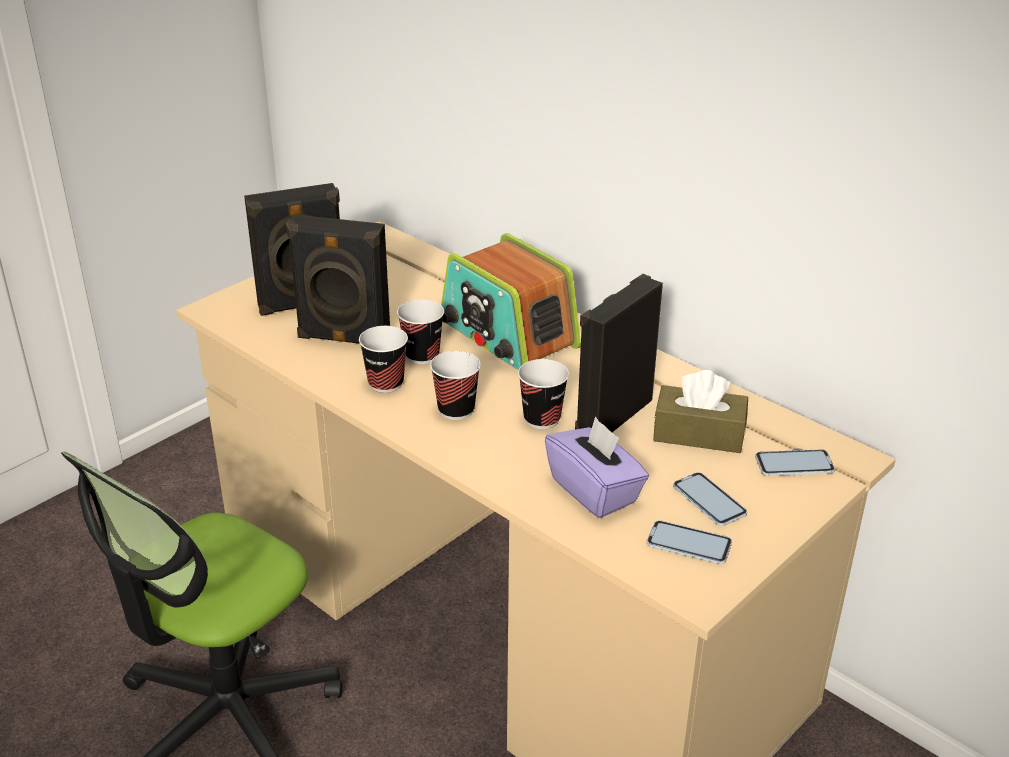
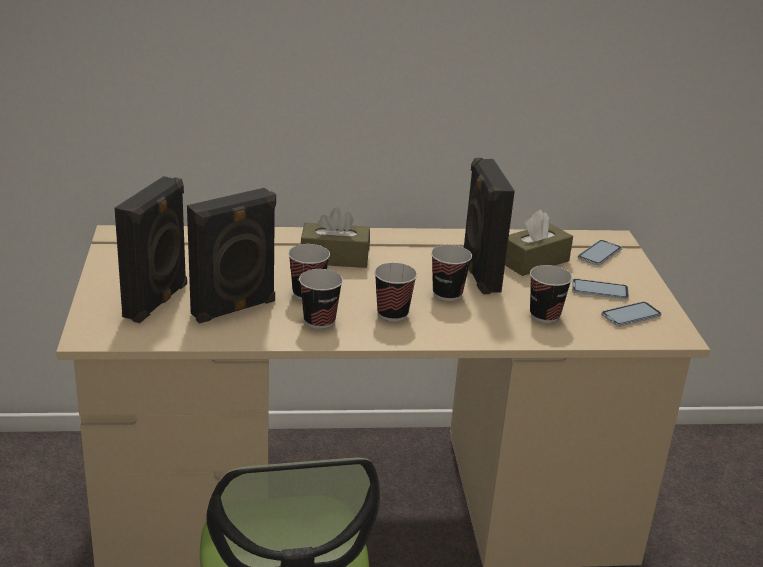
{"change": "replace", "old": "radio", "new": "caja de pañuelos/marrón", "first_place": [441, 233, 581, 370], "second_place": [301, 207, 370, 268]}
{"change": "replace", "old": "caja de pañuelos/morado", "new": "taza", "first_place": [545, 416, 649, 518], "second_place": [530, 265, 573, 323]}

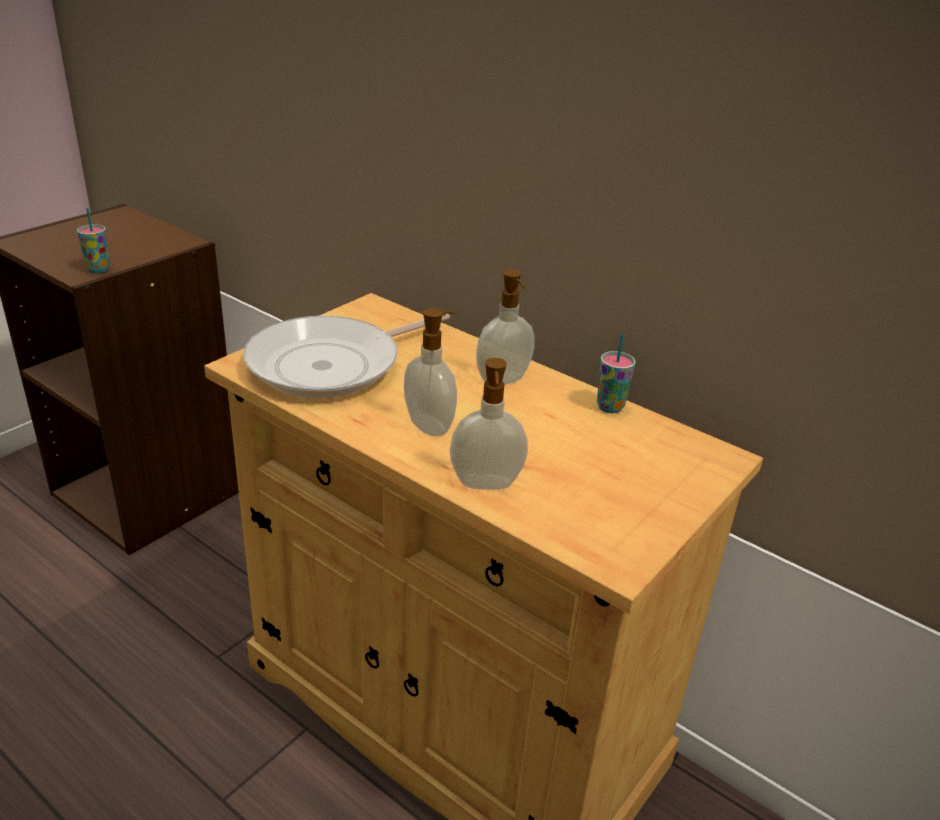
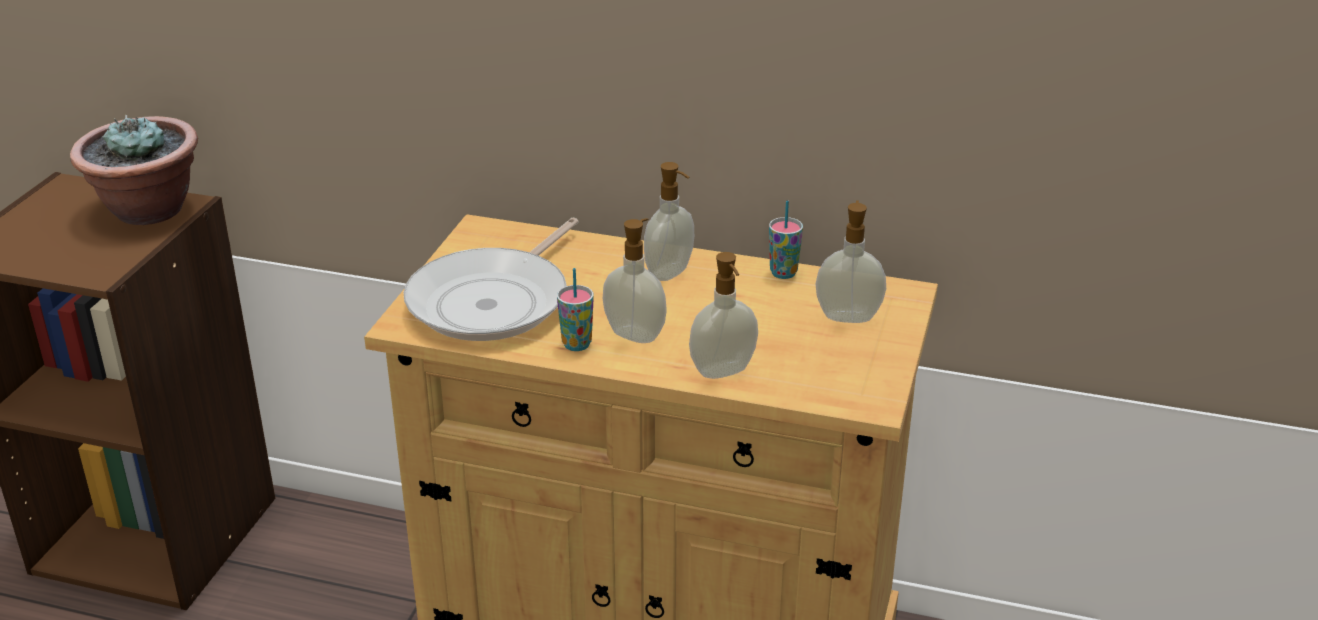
{"change": "insert", "new": "planta en maceta", "second_place": [70, 115, 198, 225]}
{"change": "move", "old": "taza", "first_place": [77, 208, 110, 273], "second_place": [557, 268, 594, 351]}
{"change": "insert", "new": "dispensador de jabón", "second_place": [816, 200, 886, 323]}

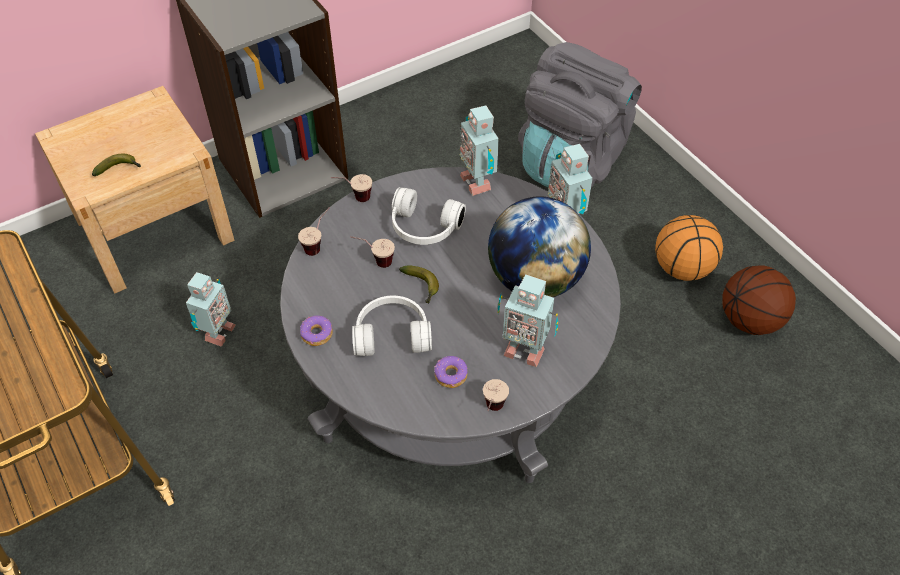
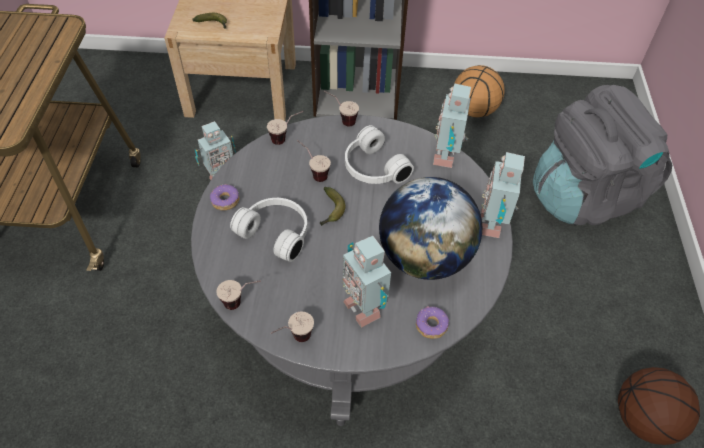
{"change": "insert", "new": "taza", "second_place": [216, 280, 261, 310]}
{"change": "move", "old": "rosquilla", "first_place": [434, 356, 468, 388], "second_place": [416, 306, 449, 339]}
{"change": "move", "old": "balón de baloncesto", "first_place": [655, 215, 723, 281], "second_place": [455, 65, 505, 117]}

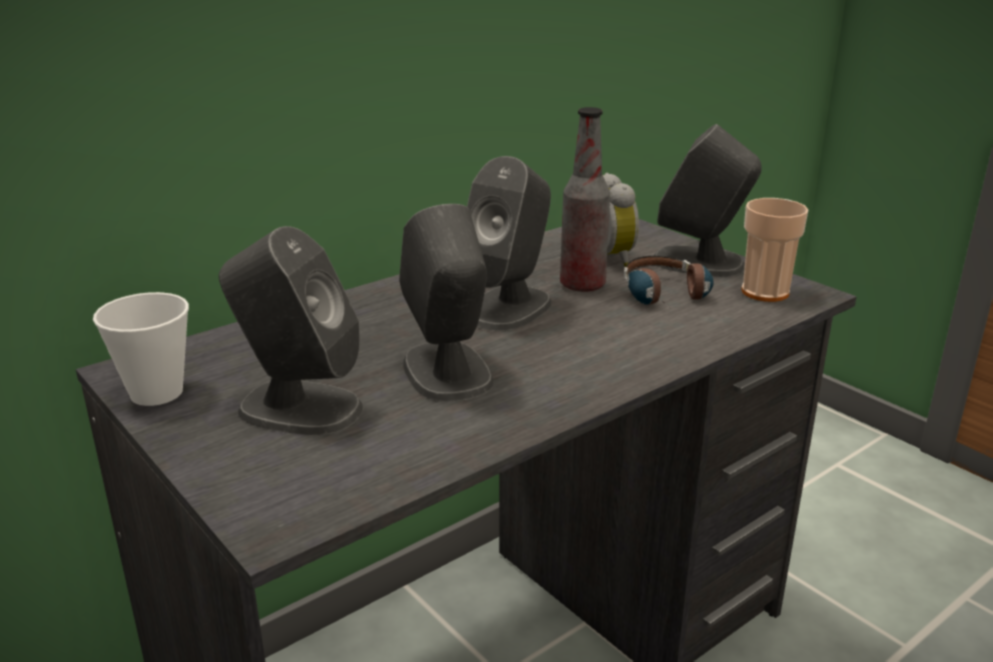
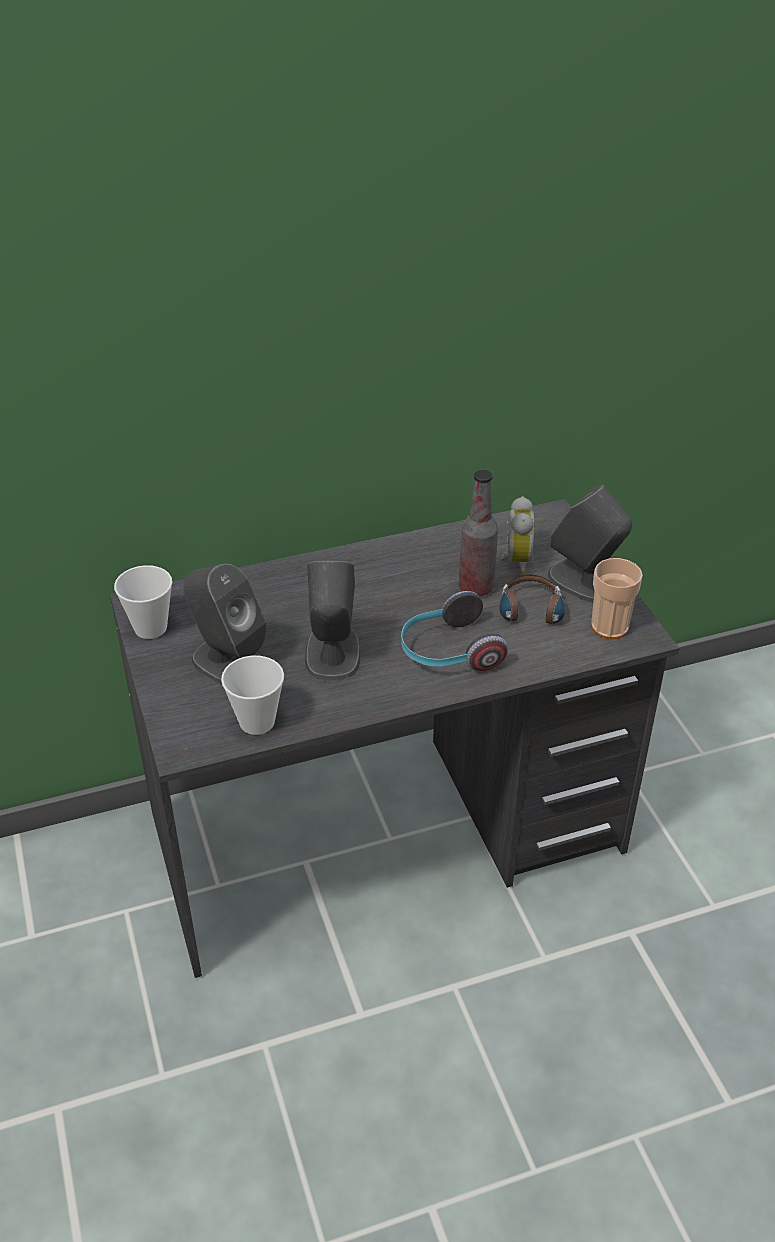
{"change": "insert", "new": "taza", "second_place": [221, 655, 284, 735]}
{"change": "insert", "new": "auriculares", "second_place": [401, 591, 508, 671]}
{"change": "delete", "old": "altavoz/gris", "first_place": [467, 156, 552, 331]}

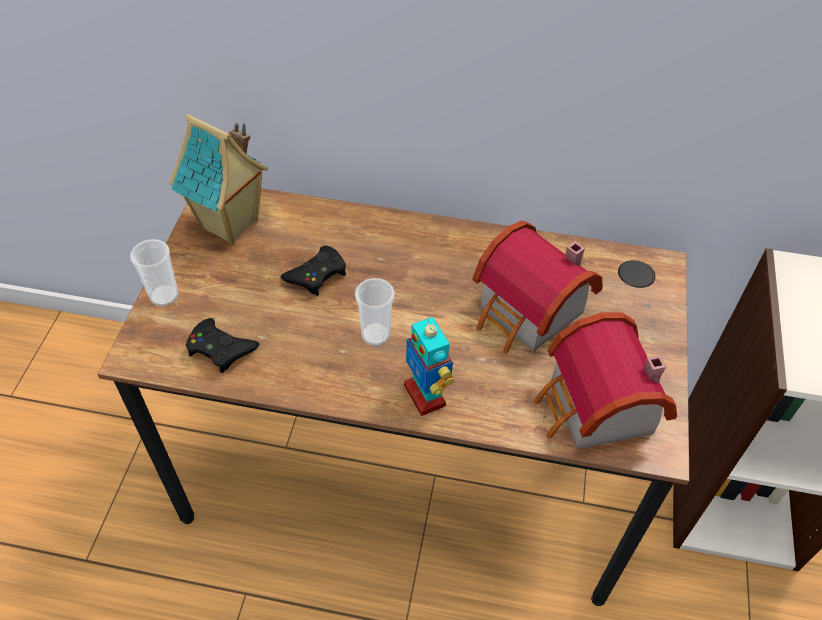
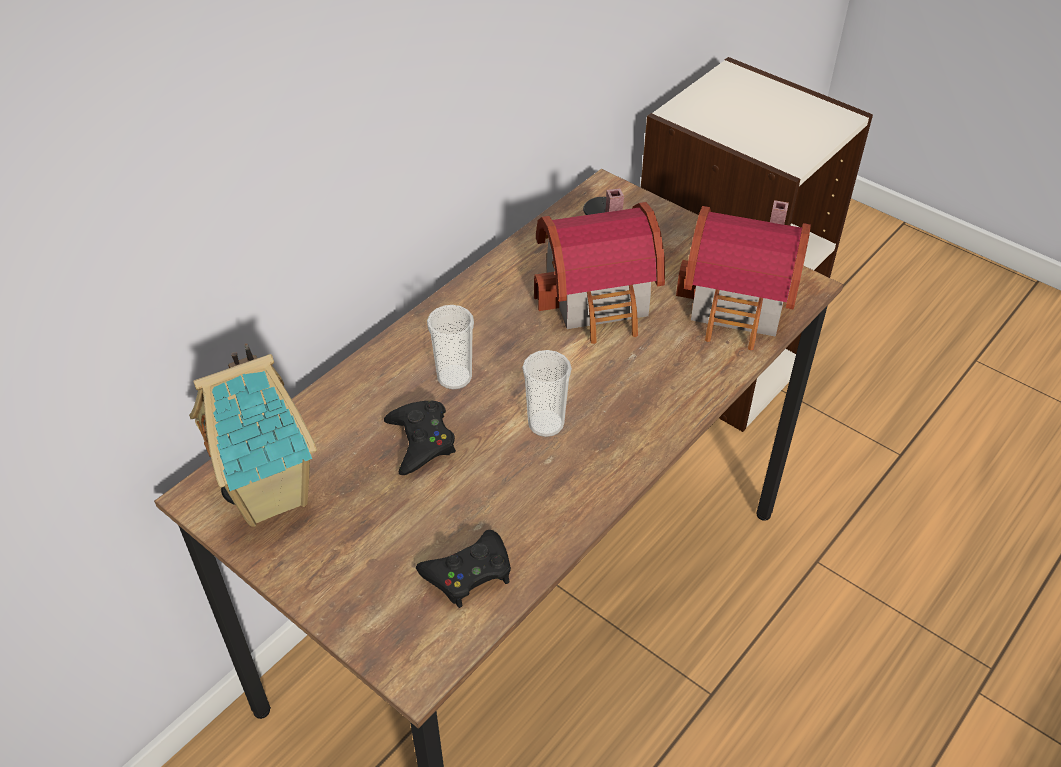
{"change": "move", "old": "taza", "first_place": [130, 239, 178, 306], "second_place": [427, 305, 474, 389]}
{"change": "delete", "old": "robot de juguete", "first_place": [404, 317, 454, 416]}

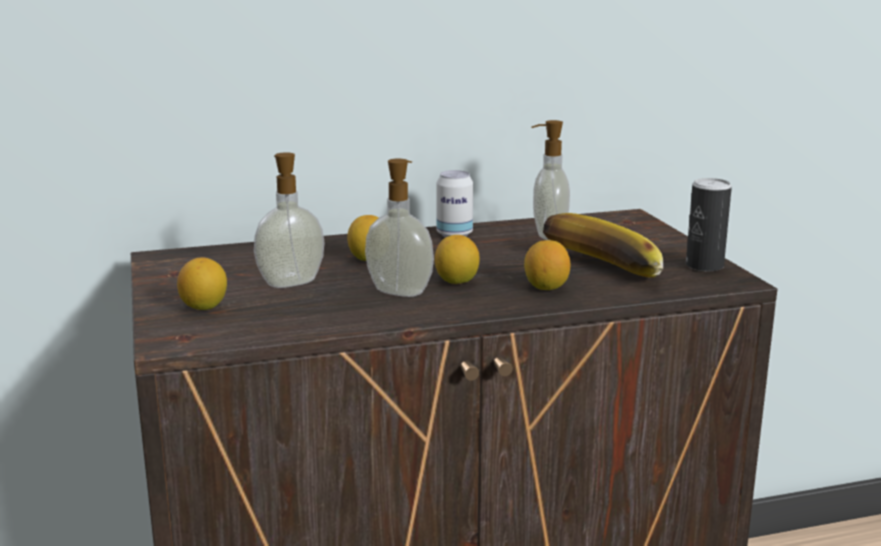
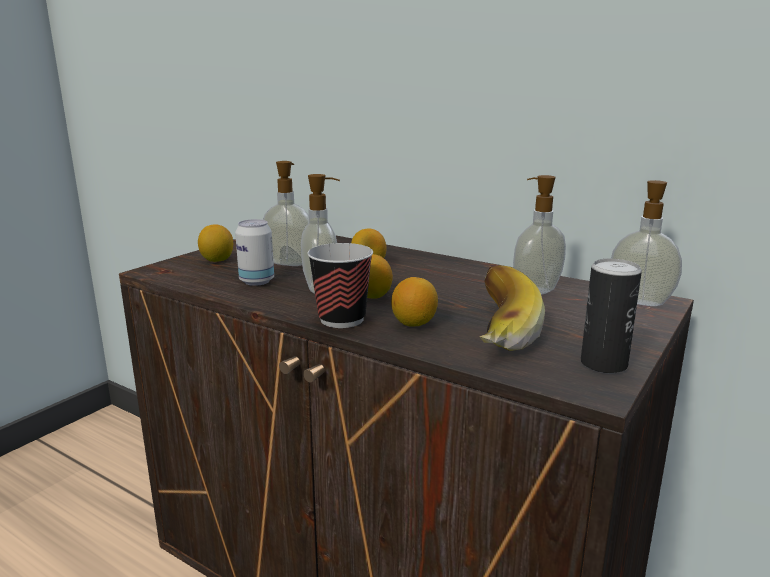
{"change": "move", "old": "lata", "first_place": [436, 170, 473, 238], "second_place": [235, 219, 274, 286]}
{"change": "insert", "new": "taza", "second_place": [307, 243, 373, 328]}
{"change": "insert", "new": "dispensador de jabón", "second_place": [611, 180, 682, 306]}

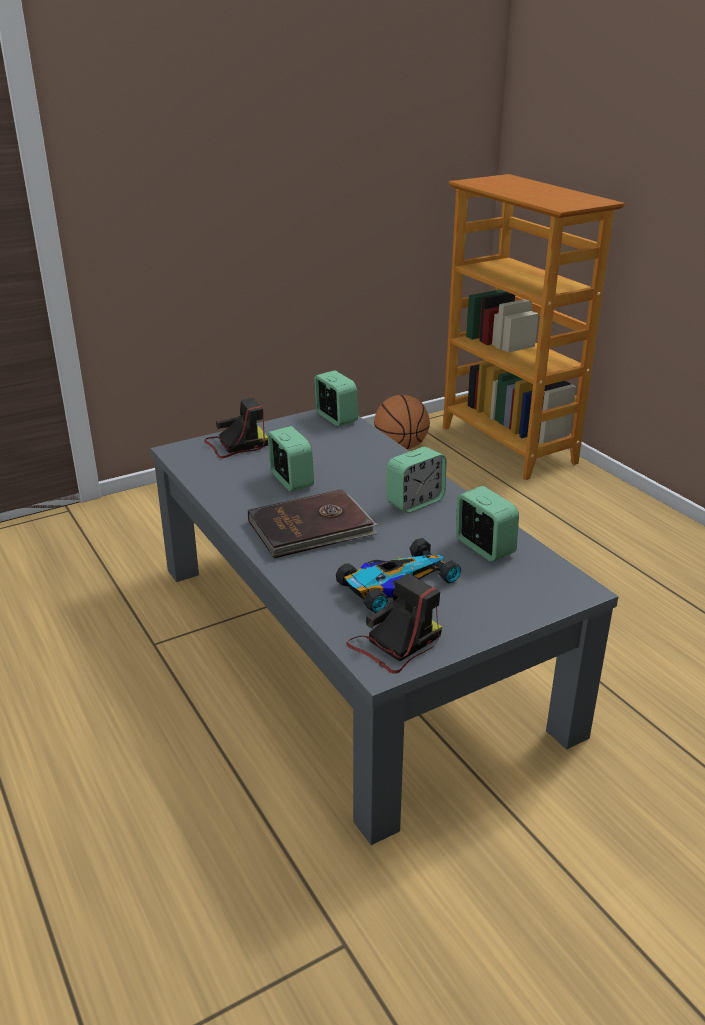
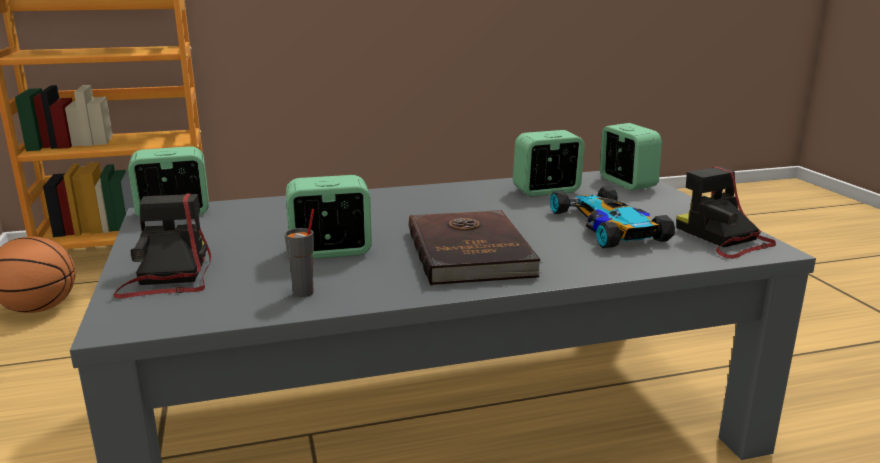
{"change": "insert", "new": "taza/gris", "second_place": [284, 209, 314, 297]}
{"change": "move", "old": "despertador", "first_place": [387, 447, 446, 513], "second_place": [600, 123, 662, 190]}

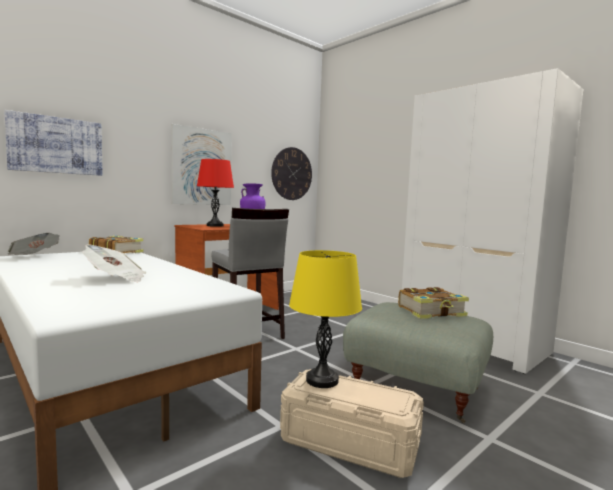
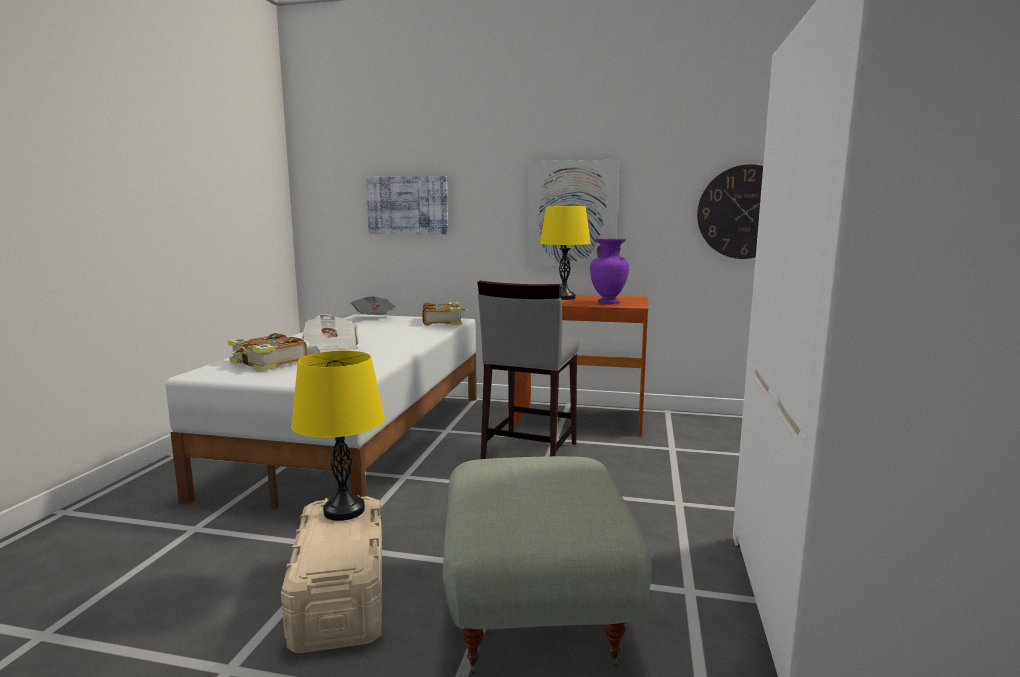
{"change": "move", "old": "libro", "first_place": [398, 287, 469, 319], "second_place": [228, 333, 308, 371]}
{"change": "recolor", "old": "lámpara de mesa/rojo", "new": "lámpara de mesa/amarillo", "first_place": [197, 159, 234, 227], "second_place": [540, 206, 591, 300]}

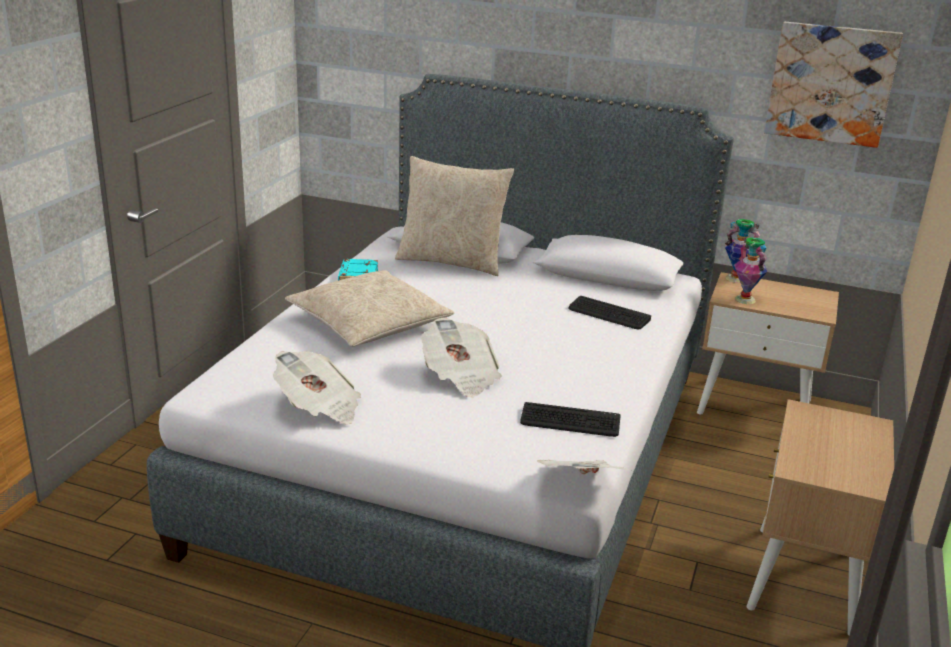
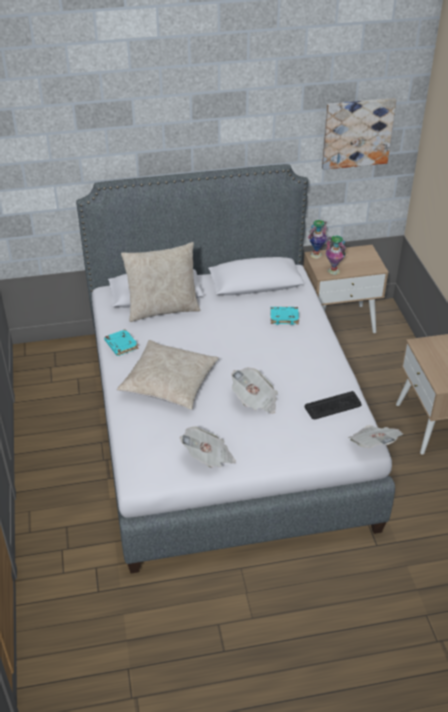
{"change": "replace", "old": "teclado", "new": "libro/turquesa", "first_place": [568, 296, 651, 329], "second_place": [270, 307, 299, 325]}

